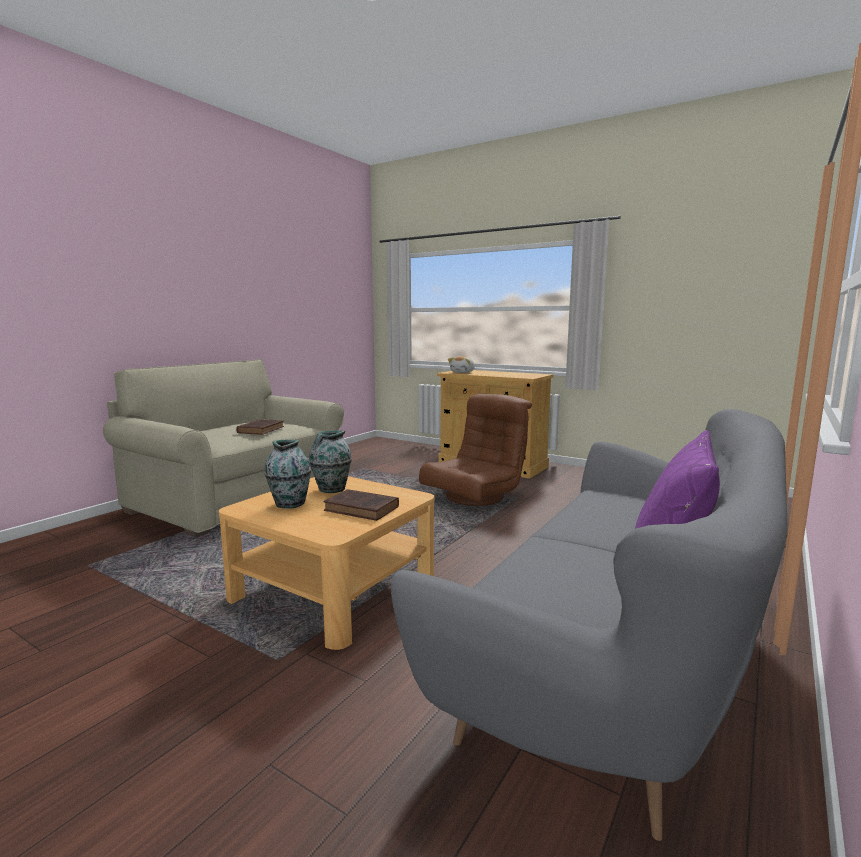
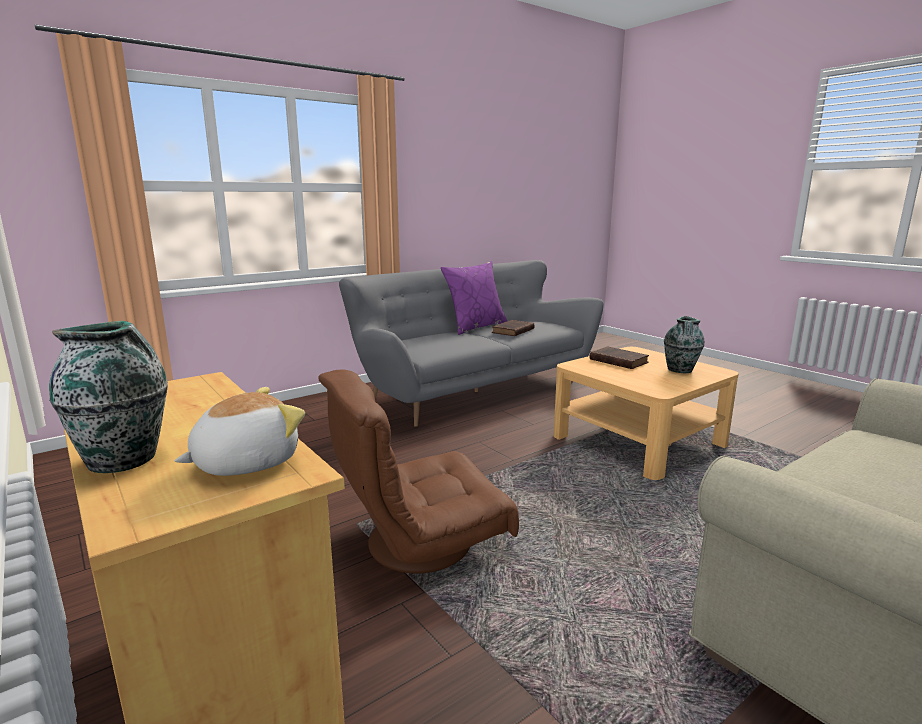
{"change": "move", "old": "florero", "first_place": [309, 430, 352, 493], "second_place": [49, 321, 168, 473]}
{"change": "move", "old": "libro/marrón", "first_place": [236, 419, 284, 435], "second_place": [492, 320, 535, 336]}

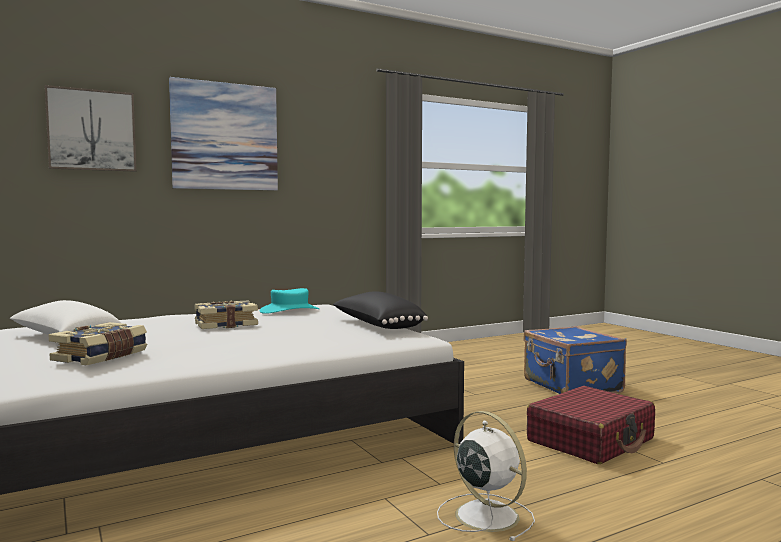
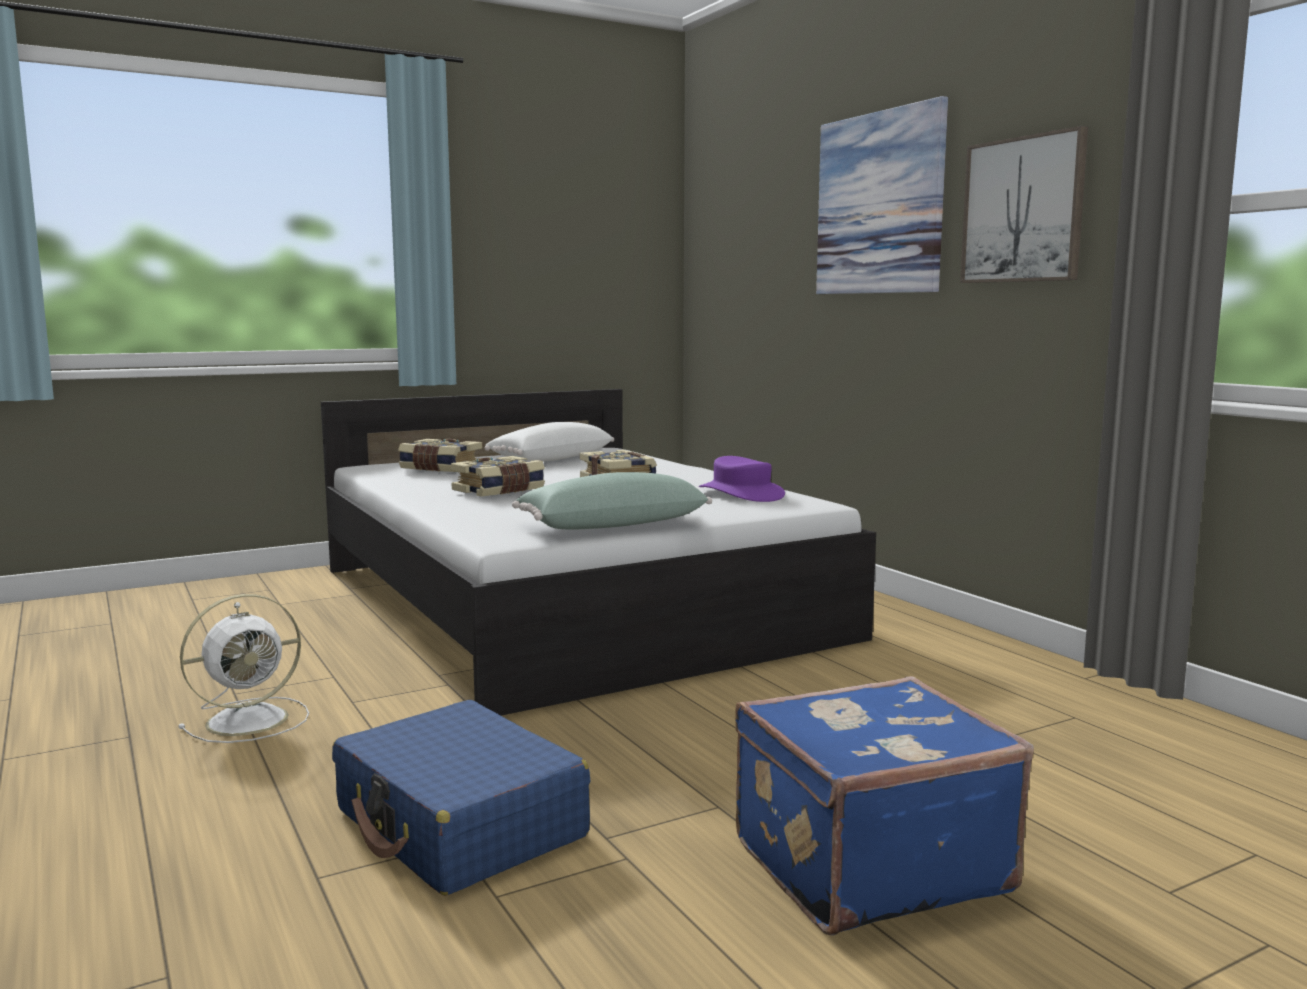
{"change": "recolor", "old": "maleta/rojo", "new": "maleta/azul", "first_place": [527, 386, 655, 464], "second_place": [332, 700, 590, 895]}
{"change": "insert", "new": "libro", "second_place": [451, 456, 545, 497]}
{"change": "recolor", "old": "cojín/negro", "new": "cojín/verde", "first_place": [333, 291, 428, 329], "second_place": [512, 472, 712, 530]}
{"change": "recolor", "old": "sombrero/turquesa", "new": "sombrero/morado", "first_place": [259, 288, 319, 314], "second_place": [699, 456, 785, 502]}
{"change": "move", "old": "cuadro", "first_place": [45, 85, 136, 172], "second_place": [960, 126, 1088, 283]}

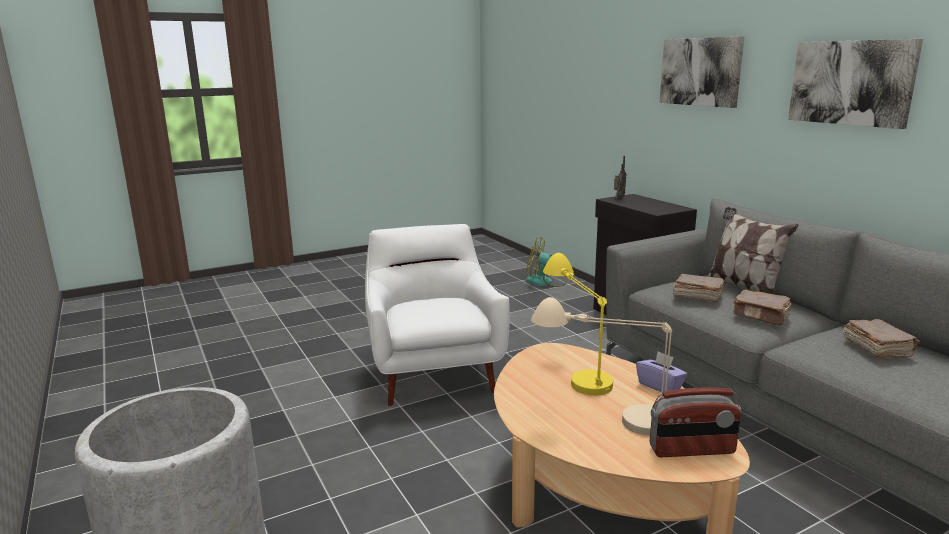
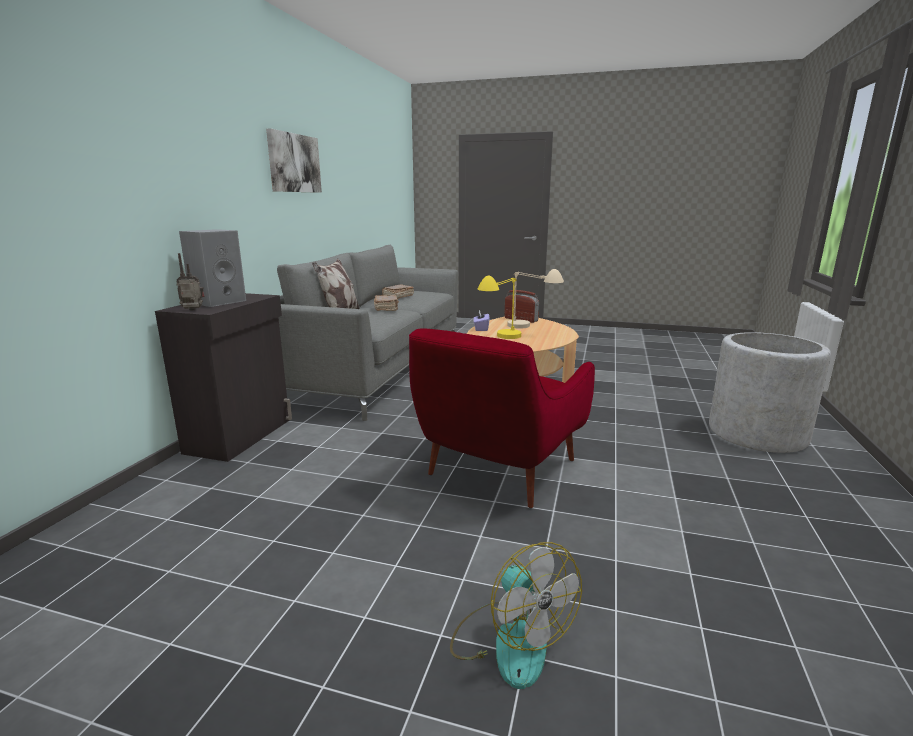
{"change": "insert", "new": "altavoz/gris", "second_place": [179, 229, 246, 307]}
{"change": "recolor", "old": "sillón/blanco", "new": "sillón/rojo", "first_place": [365, 224, 510, 406], "second_place": [409, 328, 595, 508]}
{"change": "move", "old": "ventilador", "first_place": [527, 237, 566, 287], "second_place": [450, 542, 582, 689]}
{"change": "delete", "old": "cuadro", "first_place": [659, 36, 744, 108]}
{"change": "delete", "old": "libro/marrón", "first_place": [673, 273, 725, 302]}

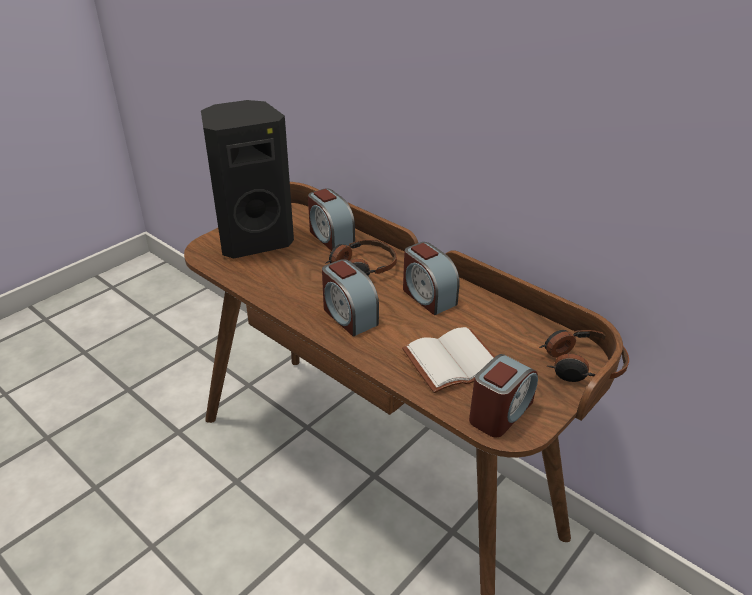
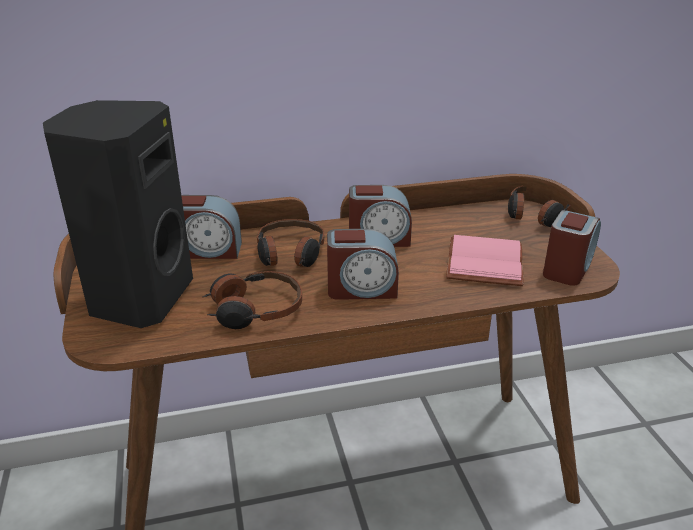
{"change": "insert", "new": "auriculares", "second_place": [202, 271, 302, 329]}
{"change": "recolor", "old": "libro/blanco", "new": "libro/rosa", "first_place": [402, 327, 495, 393], "second_place": [446, 235, 524, 286]}
{"change": "rotate", "old": "despertador", "first_place": [469, 354, 538, 438], "second_place": [543, 210, 601, 286], "degrees": 45}

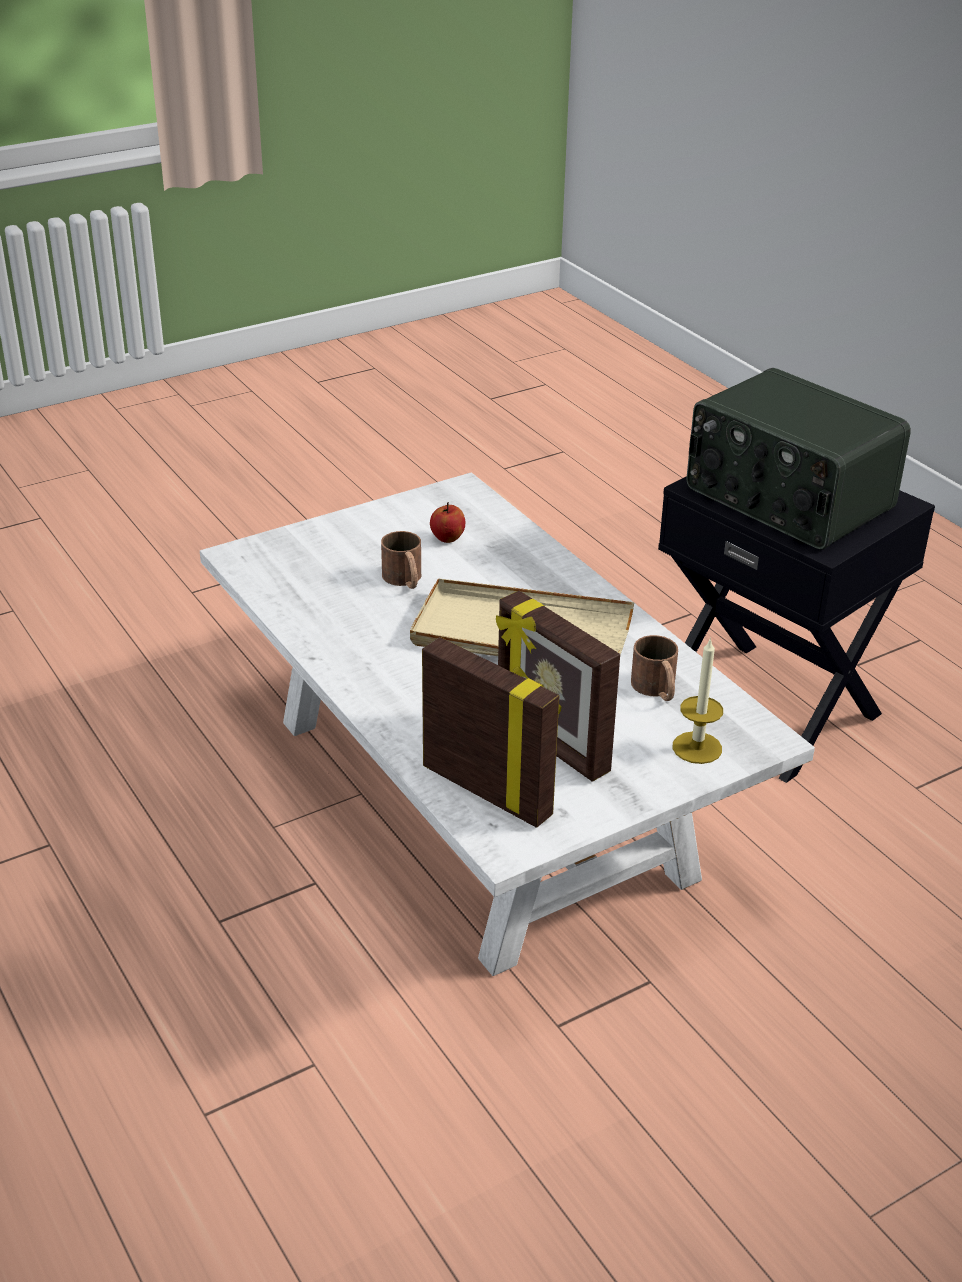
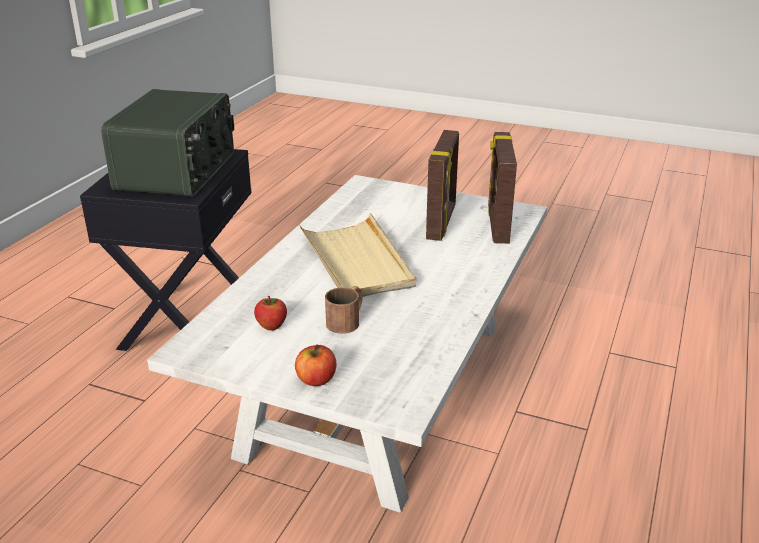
{"change": "insert", "new": "manzana", "second_place": [295, 344, 336, 386]}
{"change": "delete", "old": "taza grande/marrón", "first_place": [631, 635, 678, 701]}
{"change": "delete", "old": "vela", "first_place": [672, 637, 723, 764]}

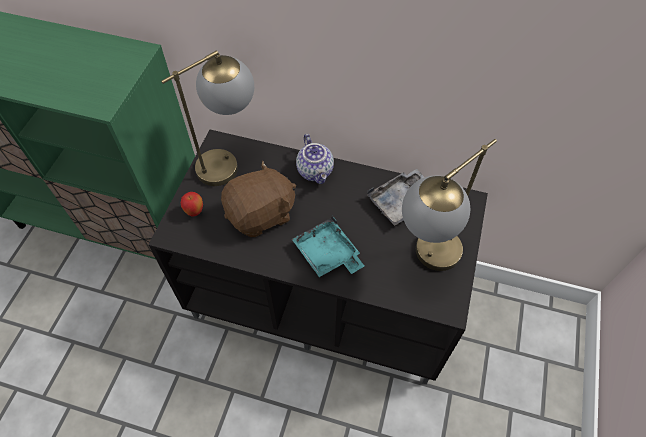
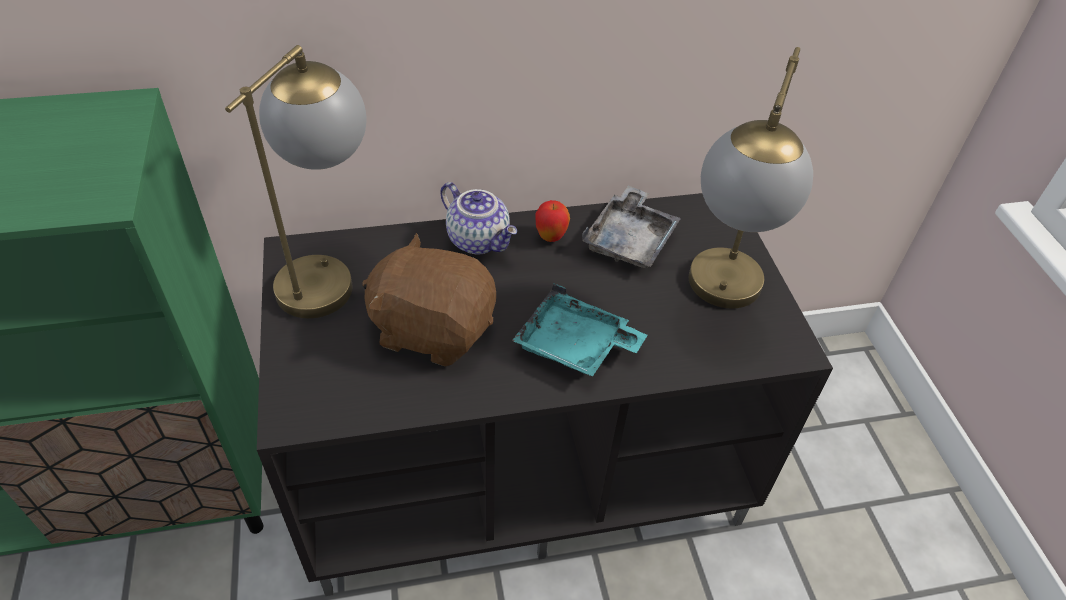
{"change": "rotate", "old": "peluche/marrón", "first_place": [221, 161, 296, 237], "second_place": [362, 233, 496, 366], "degrees": -105}
{"change": "move", "old": "manzana", "first_place": [181, 192, 203, 216], "second_place": [535, 200, 570, 242]}

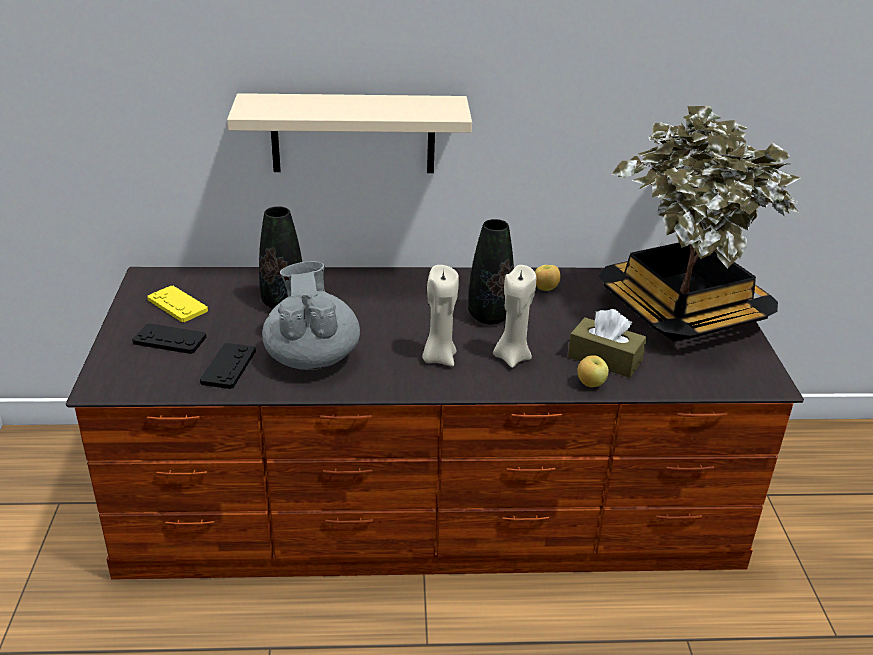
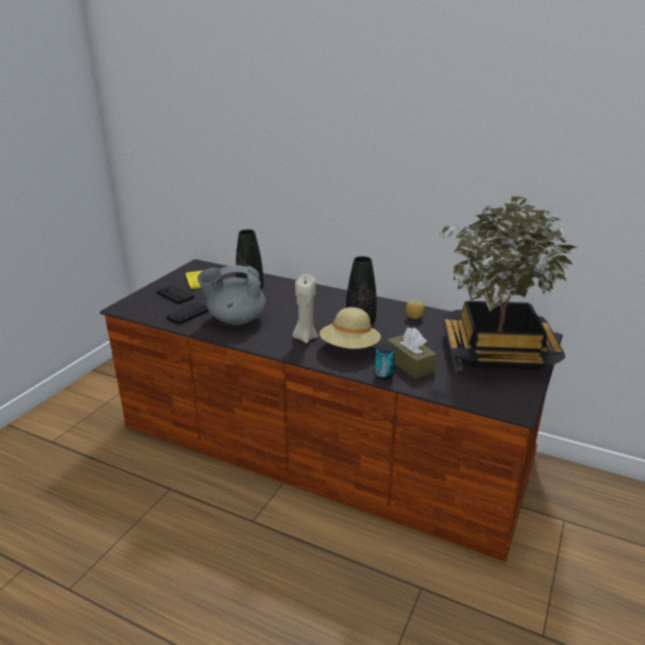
{"change": "rotate", "old": "tetera/gris", "first_place": [262, 261, 360, 370], "second_place": [197, 265, 266, 325], "degrees": -120}
{"change": "replace", "old": "vela/beis", "new": "sombrero/beis", "first_place": [493, 265, 536, 368], "second_place": [319, 307, 381, 349]}
{"change": "replace", "old": "manzana", "new": "lata", "first_place": [577, 355, 609, 387], "second_place": [375, 344, 395, 380]}
{"change": "delete", "old": "estante/beis", "first_place": [227, 93, 472, 173]}

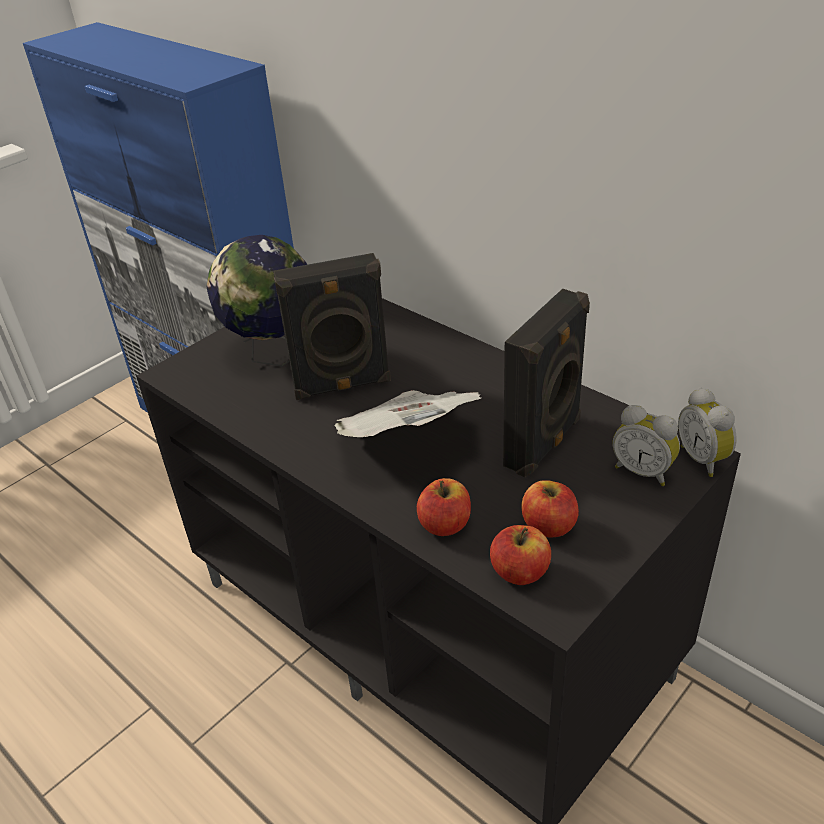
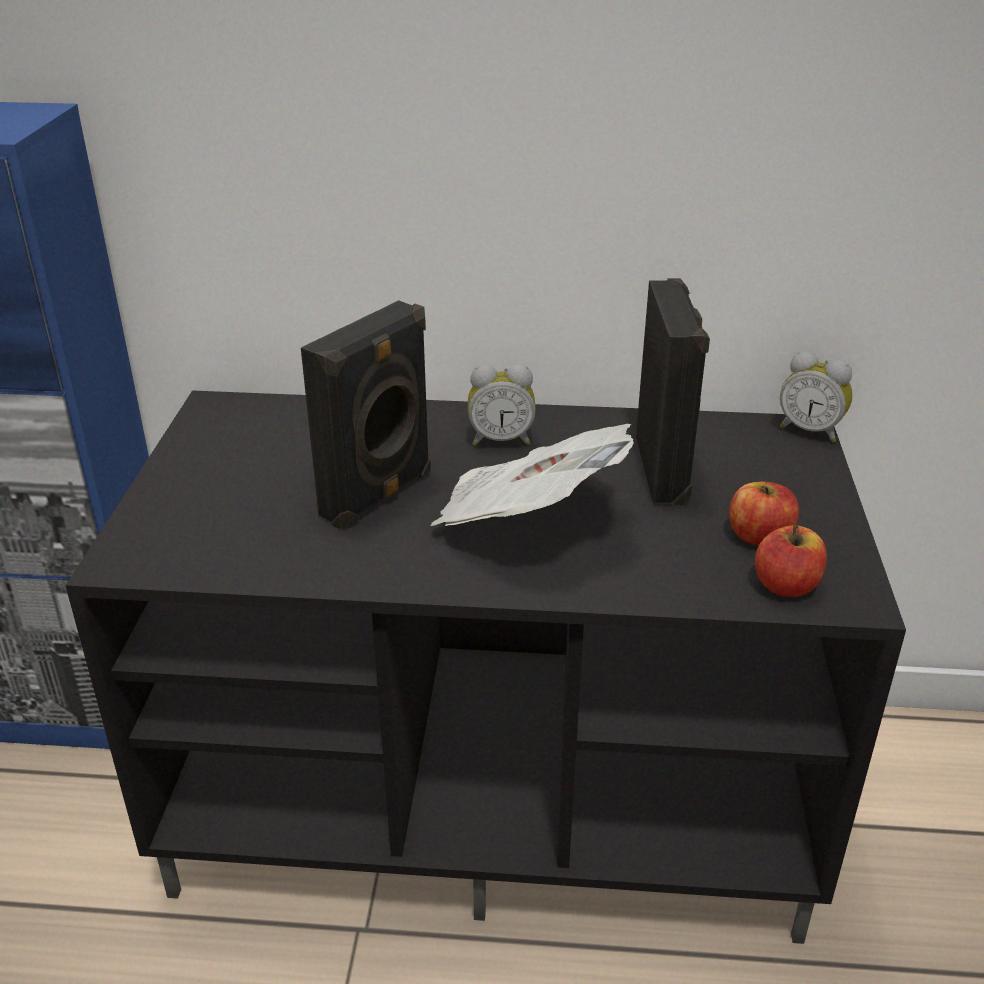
{"change": "move", "old": "despertador", "first_place": [613, 405, 680, 486], "second_place": [468, 364, 536, 446]}
{"change": "delete", "old": "globo terráqueo", "first_place": [206, 235, 307, 367]}
{"change": "delete", "old": "manzana", "first_place": [417, 478, 471, 536]}

